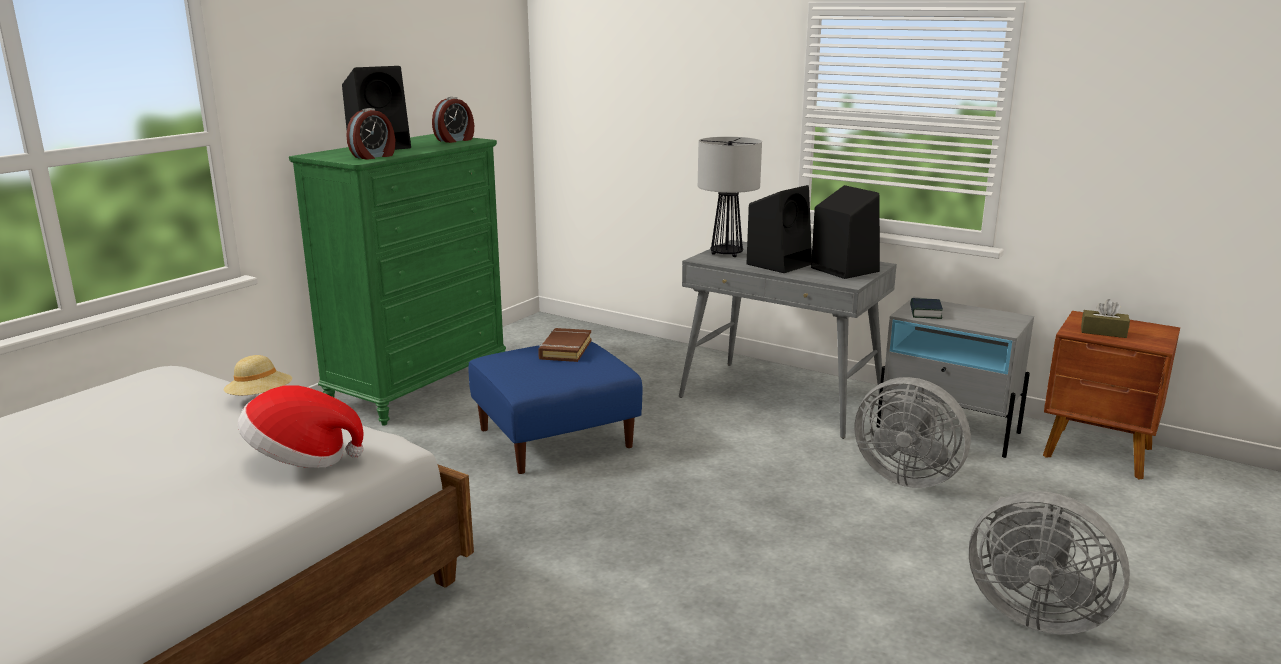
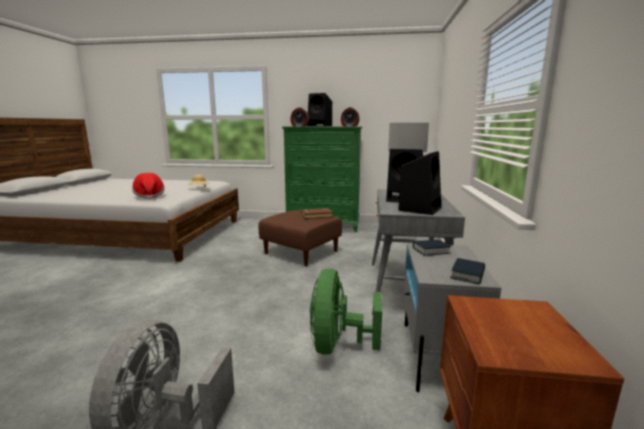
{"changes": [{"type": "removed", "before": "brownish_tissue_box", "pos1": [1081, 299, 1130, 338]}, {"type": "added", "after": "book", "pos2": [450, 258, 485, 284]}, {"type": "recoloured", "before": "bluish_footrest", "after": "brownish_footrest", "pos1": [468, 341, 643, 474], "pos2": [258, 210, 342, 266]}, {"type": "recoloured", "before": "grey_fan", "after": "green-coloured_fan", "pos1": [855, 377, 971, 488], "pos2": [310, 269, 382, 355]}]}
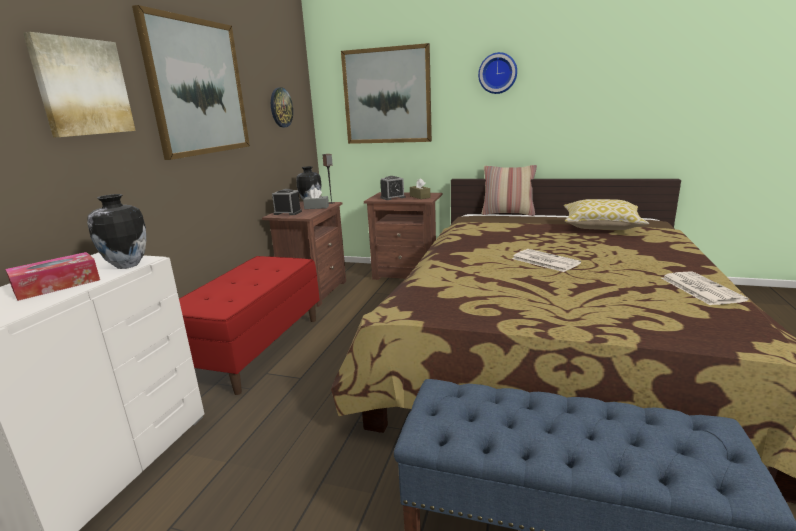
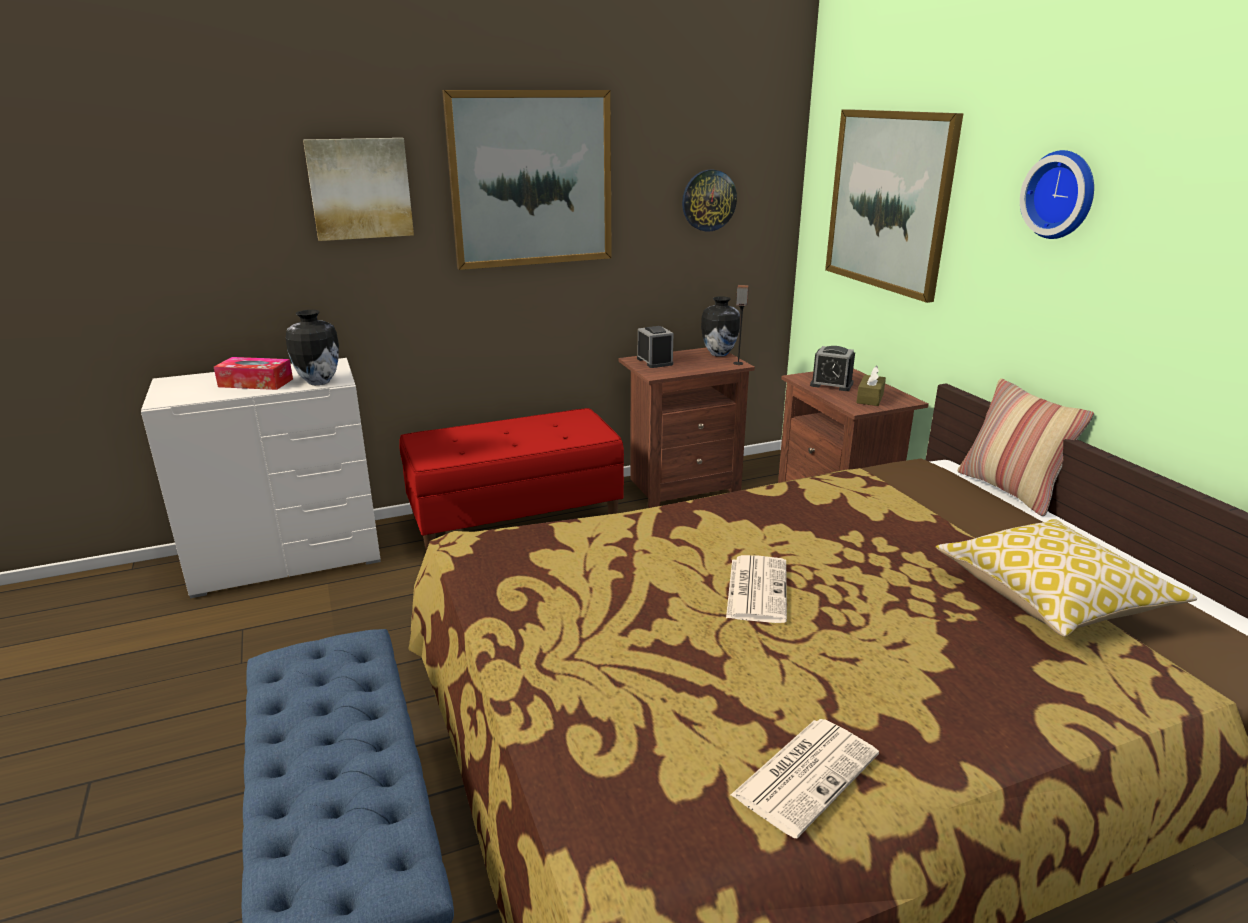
{"changes": [{"type": "removed", "before": "grey_tissue_box", "pos1": [303, 188, 329, 209]}]}
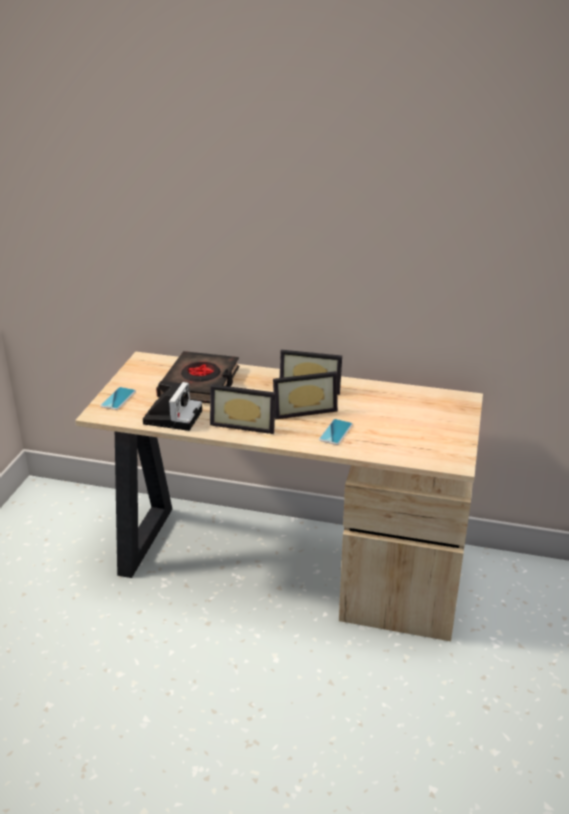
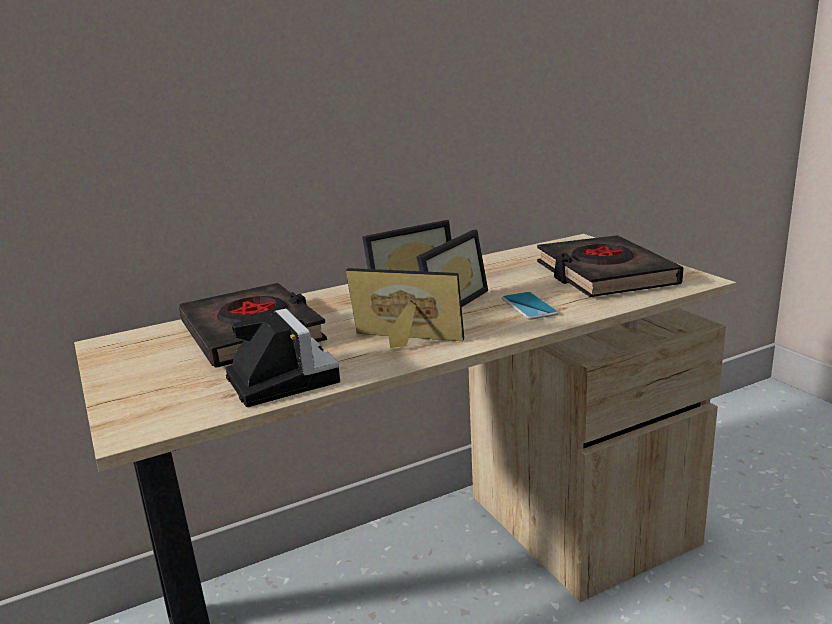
{"changes": [{"type": "removed", "before": "phone", "pos1": [100, 387, 136, 410]}, {"type": "added", "after": "black-coloured_book", "pos2": [537, 235, 684, 297]}, {"type": "turned", "before": "standing_frame", "pos1": [210, 384, 276, 434], "pos2": [346, 268, 464, 348], "turn": -135}]}
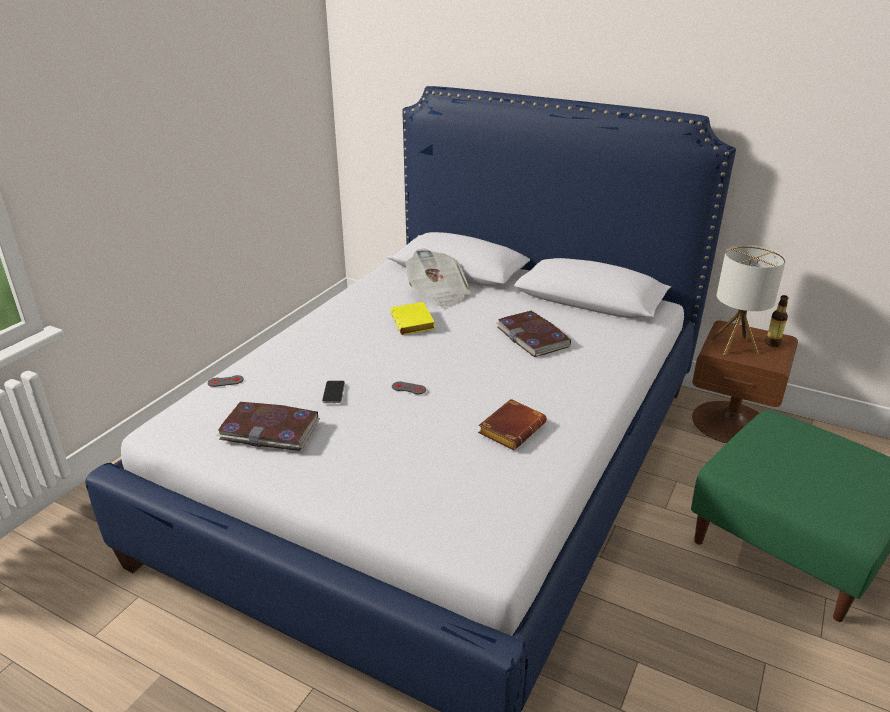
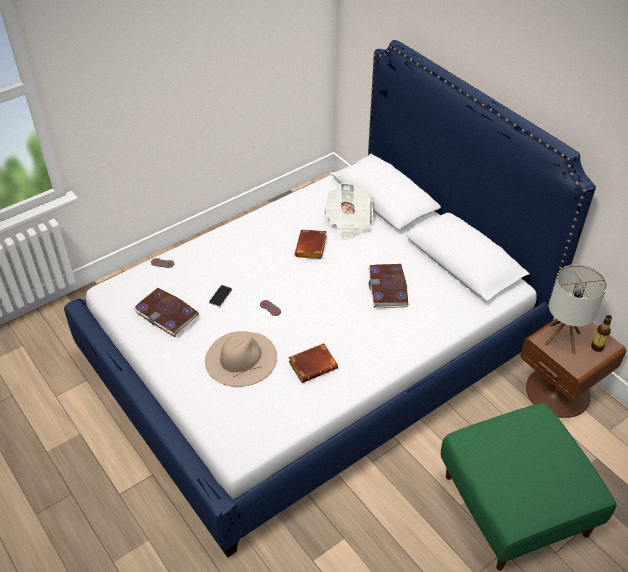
{"changes": [{"type": "added", "after": "beige_wearable_hat", "pos2": [205, 331, 277, 387]}, {"type": "recoloured", "before": "yellow-coloured_book", "after": "brownish_book", "pos1": [390, 302, 435, 335], "pos2": [295, 229, 327, 259]}]}
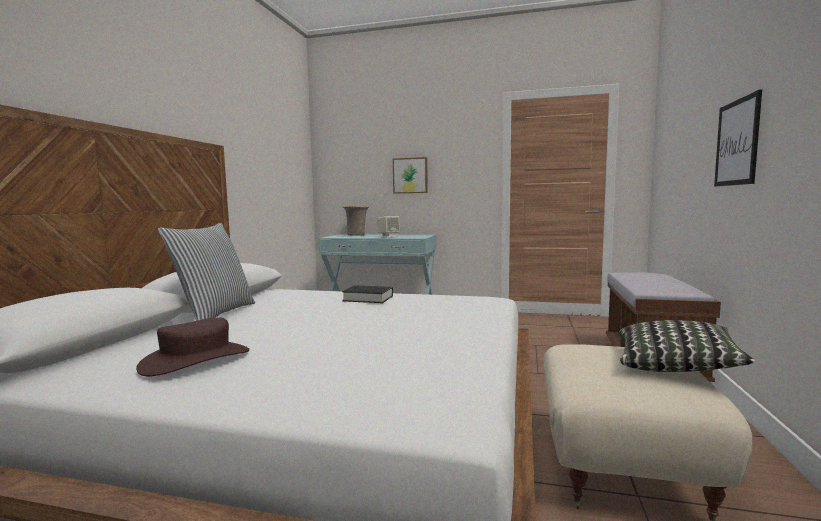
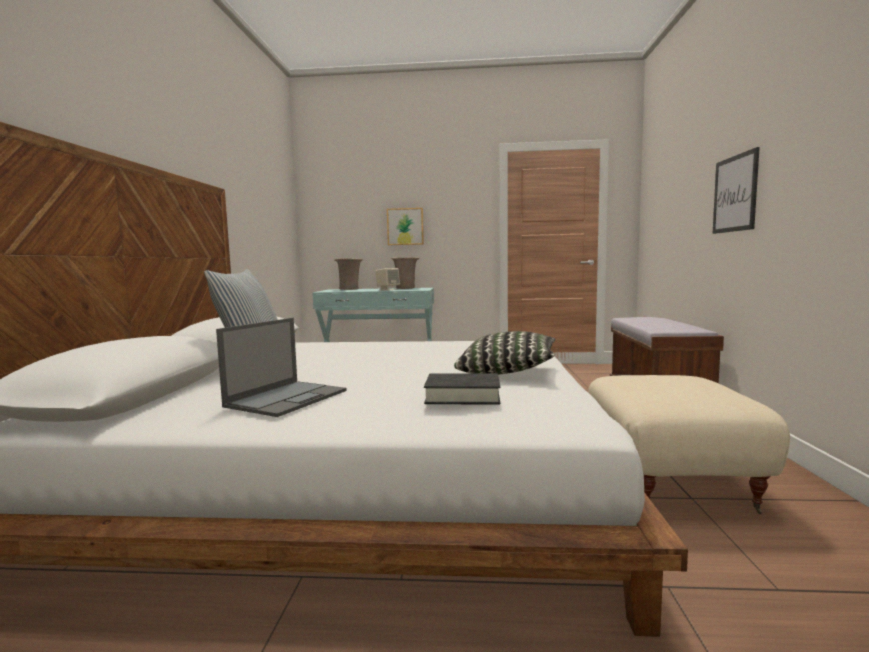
{"changes": [{"type": "added", "after": "beige_decorative_vase", "pos2": [391, 258, 419, 289]}, {"type": "moved", "before": "black-coloured_book", "pos1": [342, 286, 393, 303], "pos2": [424, 374, 500, 405]}, {"type": "moved", "before": "cushion", "pos1": [619, 320, 755, 372], "pos2": [454, 331, 555, 375]}, {"type": "replaced", "before": "brownish_wearable_hat", "after": "portable_computer", "pos1": [136, 317, 249, 376], "pos2": [216, 318, 347, 417]}]}
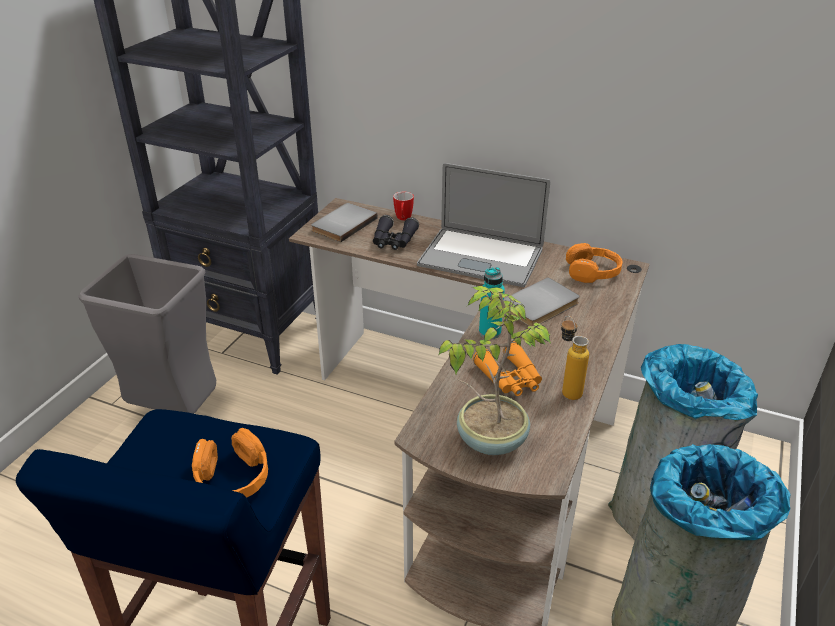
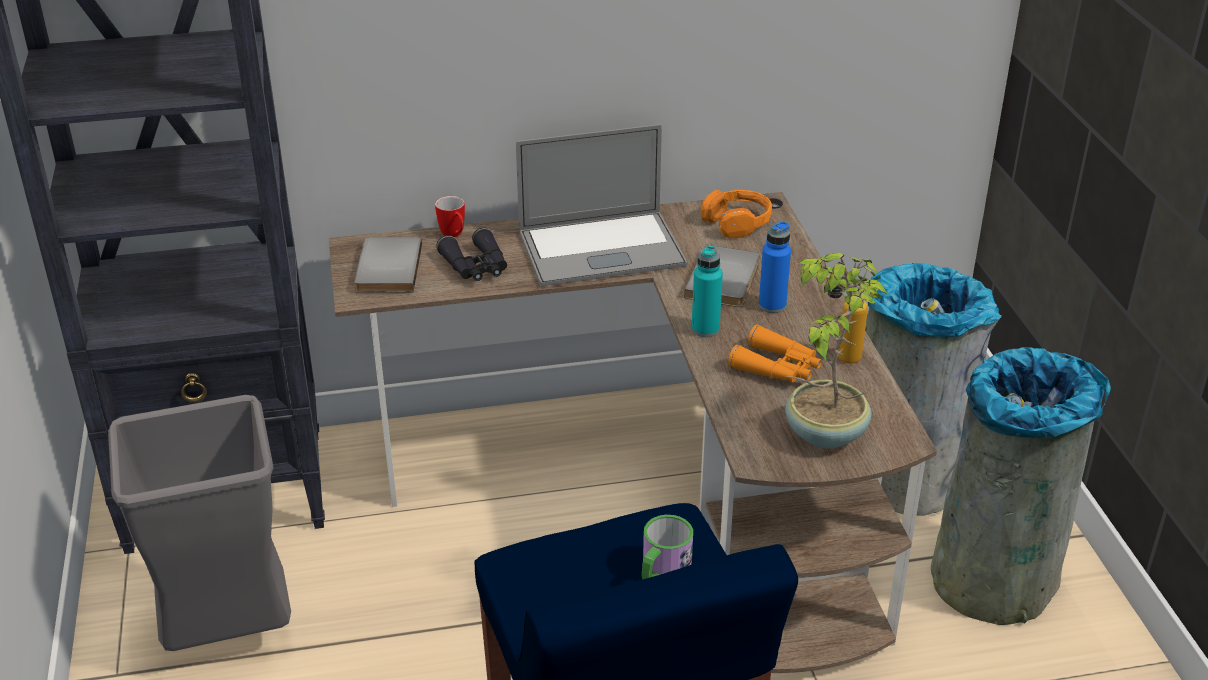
{"changes": [{"type": "added", "after": "bluish_bottle", "pos2": [759, 221, 791, 313]}, {"type": "replaced", "before": "orangey_headset", "after": "mug", "pos1": [192, 428, 268, 498], "pos2": [642, 515, 693, 579]}]}
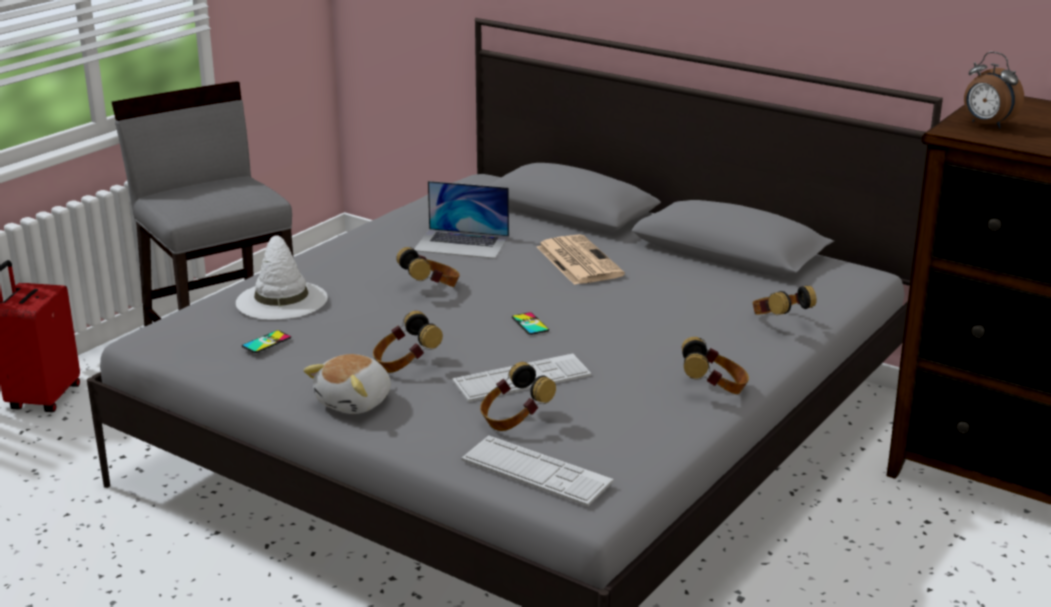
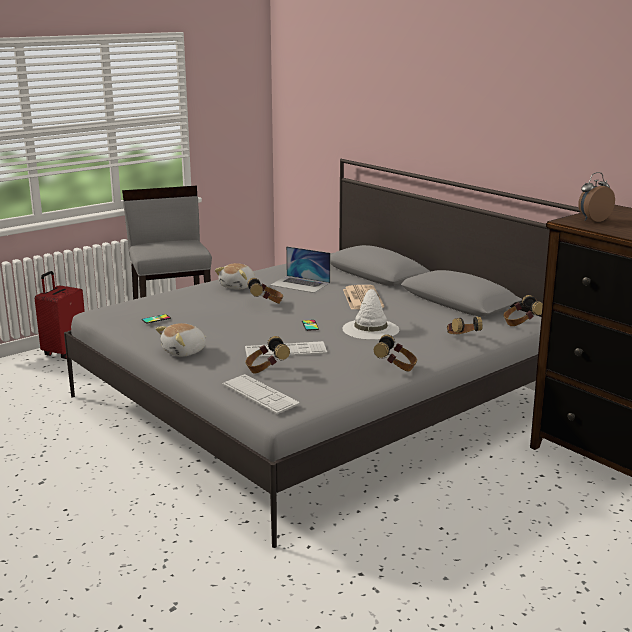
{"changes": [{"type": "added", "after": "cuddly_toy", "pos2": [215, 263, 255, 289]}, {"type": "moved", "before": "white_wearable_hat", "pos1": [236, 235, 328, 320], "pos2": [342, 289, 399, 340]}, {"type": "moved", "before": "headset", "pos1": [373, 311, 443, 373], "pos2": [504, 295, 543, 326]}, {"type": "turned", "before": "alarm_clock", "pos1": [964, 52, 1024, 129], "pos2": [578, 172, 615, 222], "turn": 90}]}
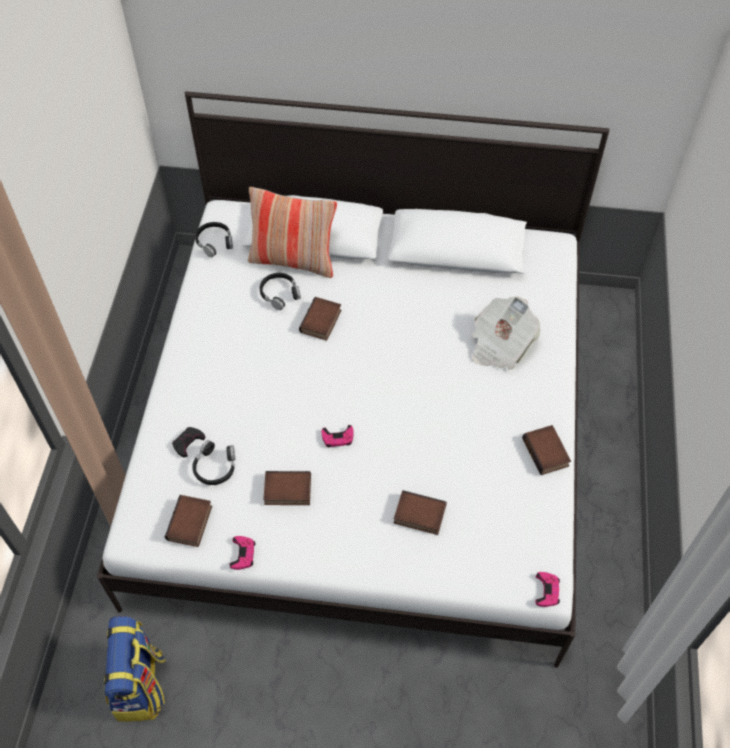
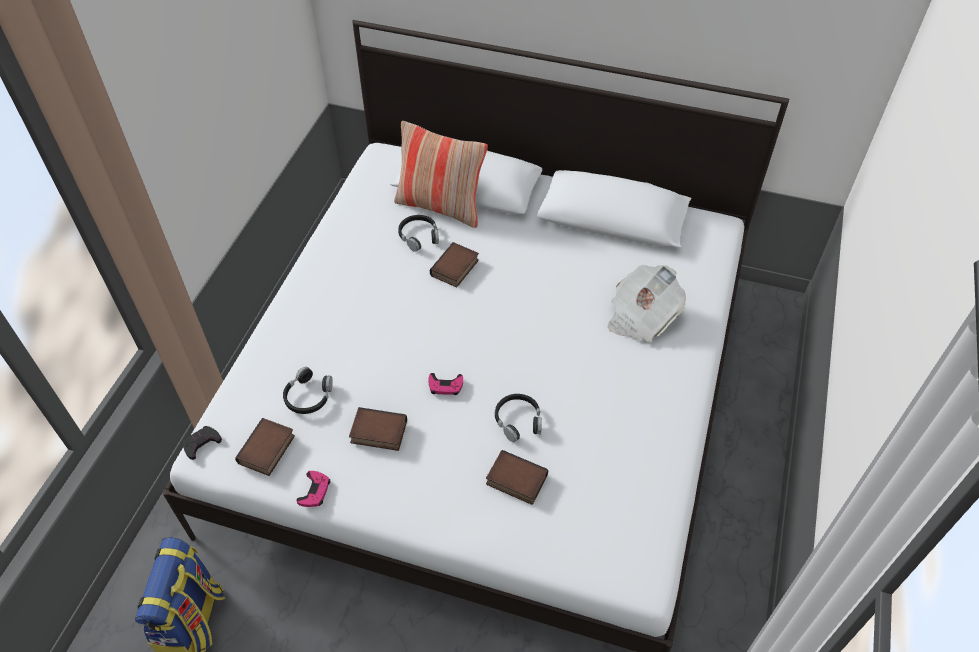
{"changes": [{"type": "removed", "before": "book", "pos1": [522, 425, 571, 475]}, {"type": "removed", "before": "pink-coloured_gamepad", "pos1": [535, 572, 560, 607]}, {"type": "moved", "before": "black-coloured_gamepad", "pos1": [172, 427, 205, 458], "pos2": [182, 426, 222, 460]}, {"type": "moved", "before": "black-coloured_headset", "pos1": [195, 222, 233, 257], "pos2": [495, 394, 542, 442]}]}
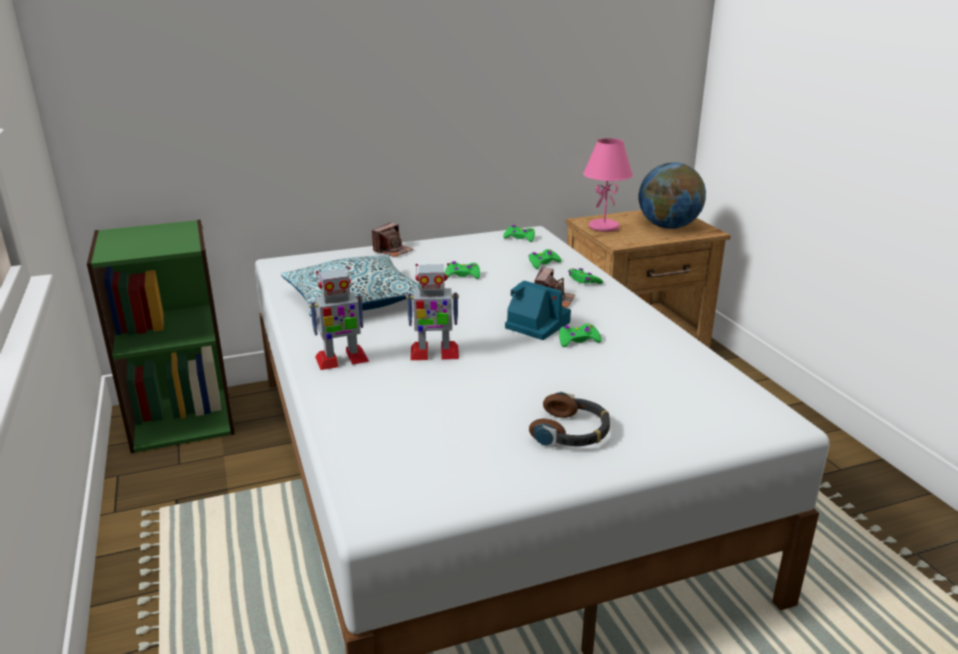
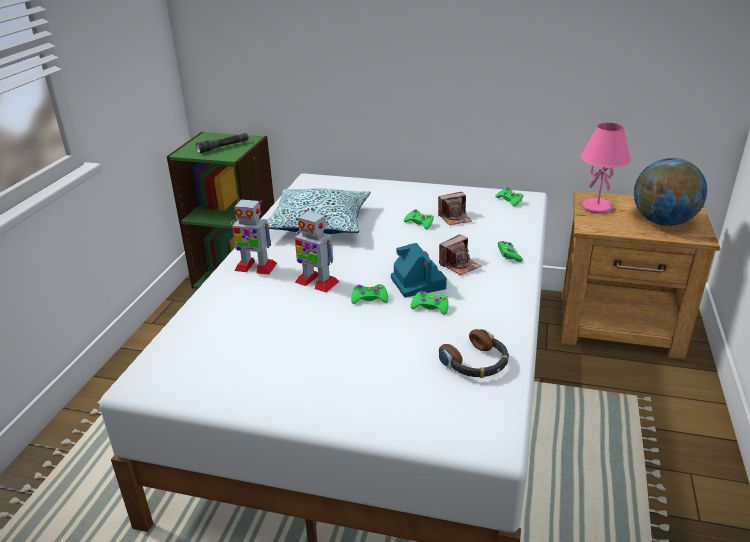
{"changes": [{"type": "added", "after": "black-coloured_flashlight", "pos2": [196, 133, 249, 153]}, {"type": "moved", "before": "photo_camera", "pos1": [372, 222, 414, 257], "pos2": [438, 192, 472, 225]}, {"type": "moved", "before": "green-coloured_gamepad", "pos1": [529, 249, 562, 269], "pos2": [351, 284, 388, 304]}, {"type": "moved", "before": "headset", "pos1": [529, 391, 610, 447], "pos2": [439, 329, 509, 378]}]}
